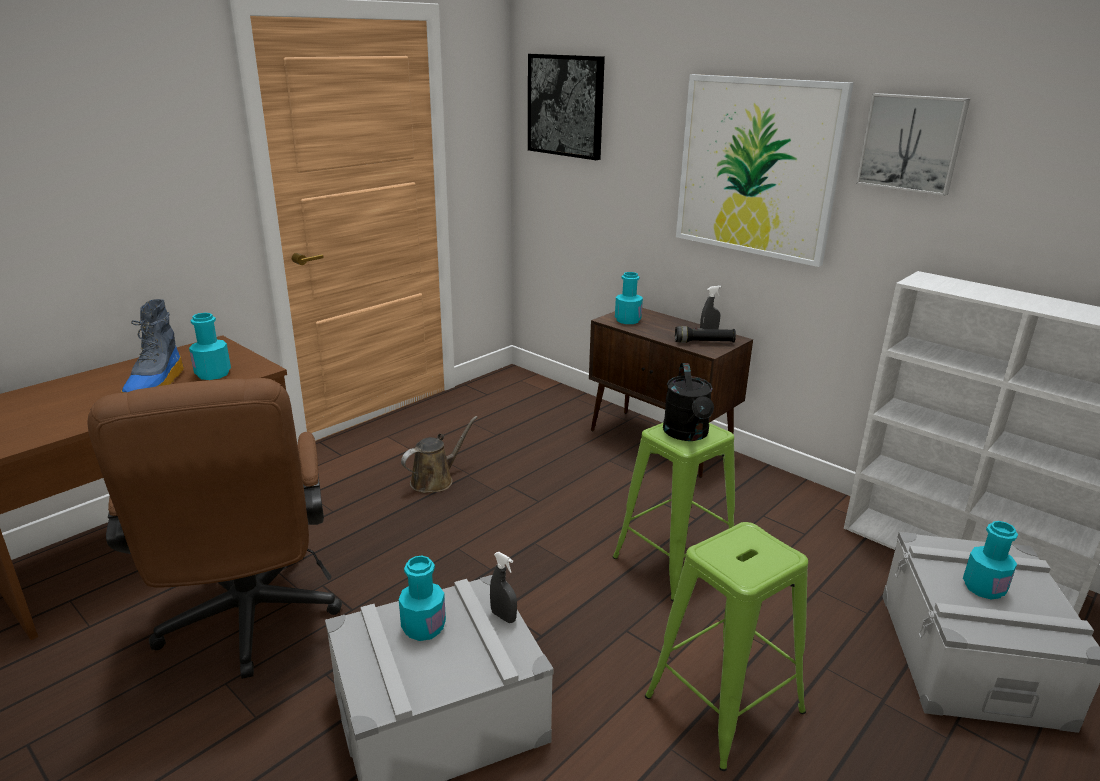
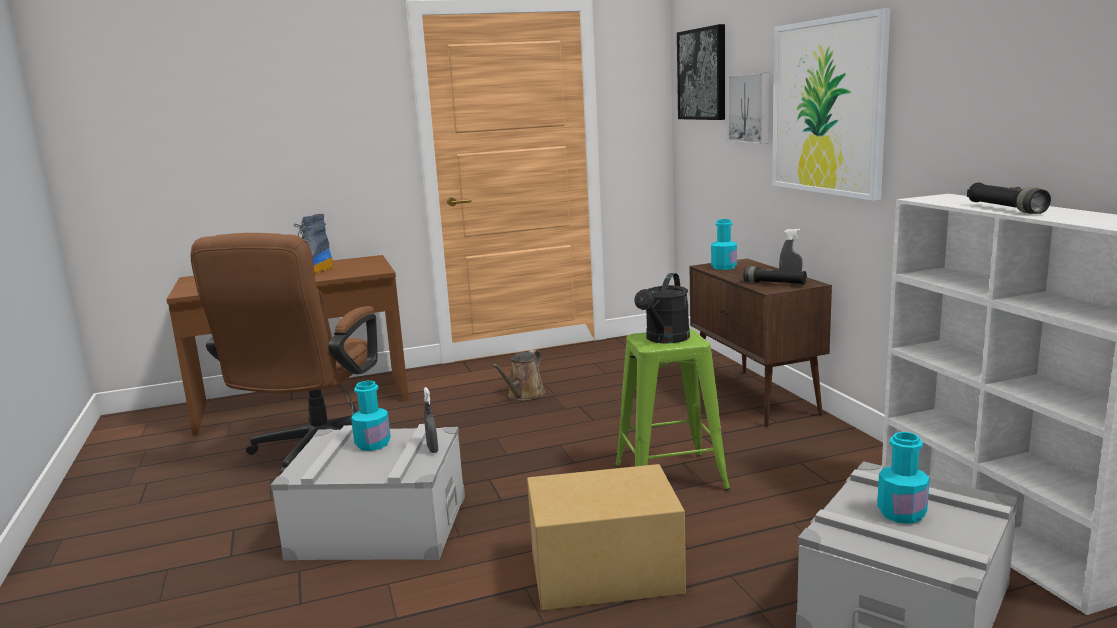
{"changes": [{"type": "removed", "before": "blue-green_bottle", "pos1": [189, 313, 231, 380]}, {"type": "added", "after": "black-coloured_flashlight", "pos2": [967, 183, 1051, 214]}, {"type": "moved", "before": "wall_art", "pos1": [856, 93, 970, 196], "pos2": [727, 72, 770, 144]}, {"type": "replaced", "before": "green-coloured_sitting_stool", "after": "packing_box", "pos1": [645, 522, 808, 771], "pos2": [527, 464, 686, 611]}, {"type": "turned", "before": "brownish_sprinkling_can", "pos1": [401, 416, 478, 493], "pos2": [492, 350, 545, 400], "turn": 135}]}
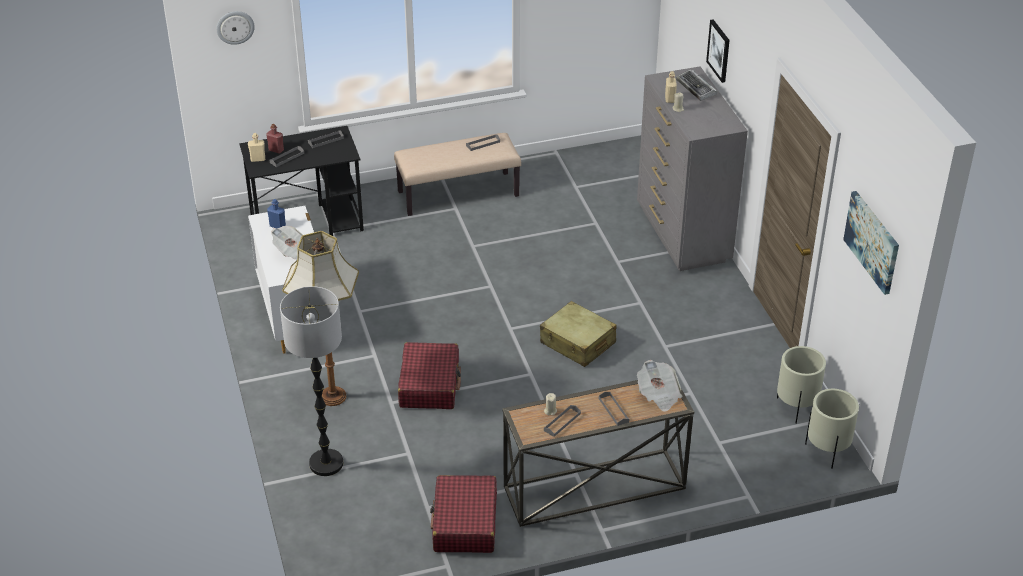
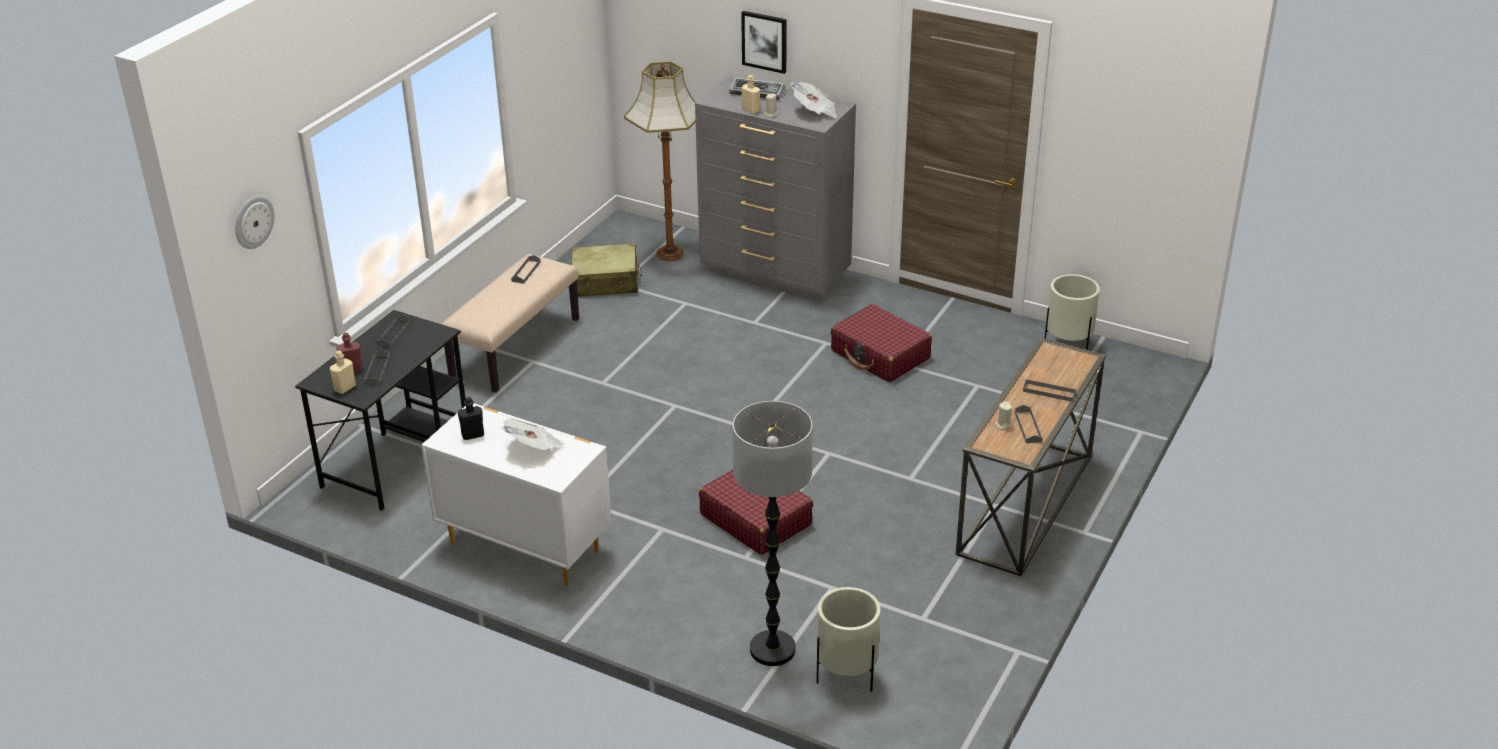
{"changes": [{"type": "removed", "before": "wall_art", "pos1": [843, 191, 899, 295]}, {"type": "moved", "before": "floor_lamp", "pos1": [282, 231, 359, 406], "pos2": [624, 61, 696, 261]}, {"type": "moved", "before": "red_suitcase", "pos1": [430, 475, 497, 553], "pos2": [831, 304, 932, 382]}, {"type": "moved", "before": "beige_suitcase", "pos1": [540, 301, 616, 367], "pos2": [572, 243, 642, 297]}, {"type": "moved", "before": "newspaper", "pos1": [637, 360, 683, 412], "pos2": [791, 82, 836, 118]}, {"type": "moved", "before": "beige_planter", "pos1": [805, 389, 859, 469], "pos2": [816, 587, 881, 692]}, {"type": "recoloured", "before": "bluish_bottle", "after": "black-coloured_bottle", "pos1": [267, 199, 286, 228], "pos2": [458, 397, 484, 440]}]}
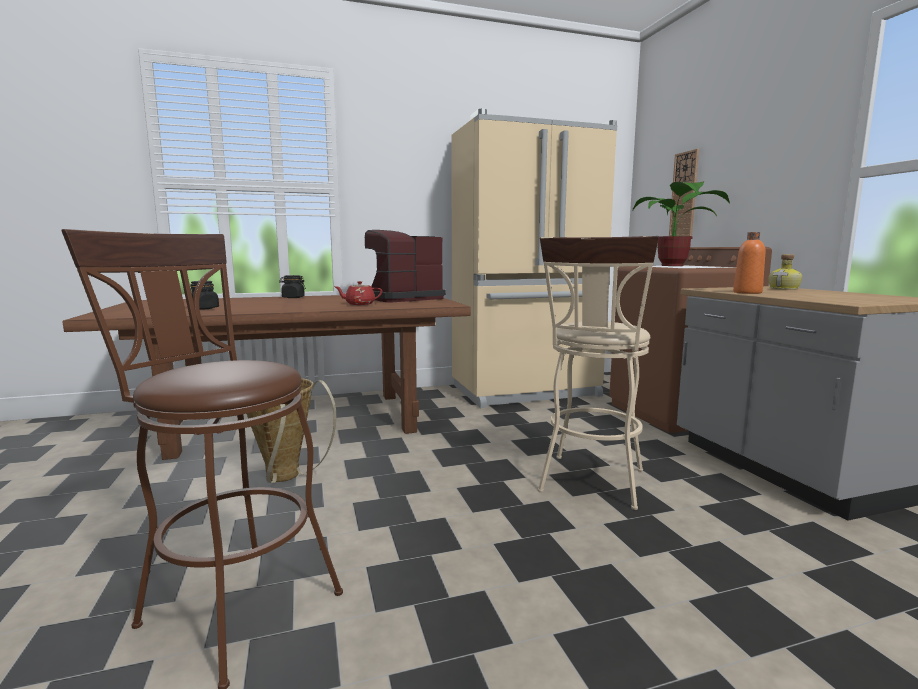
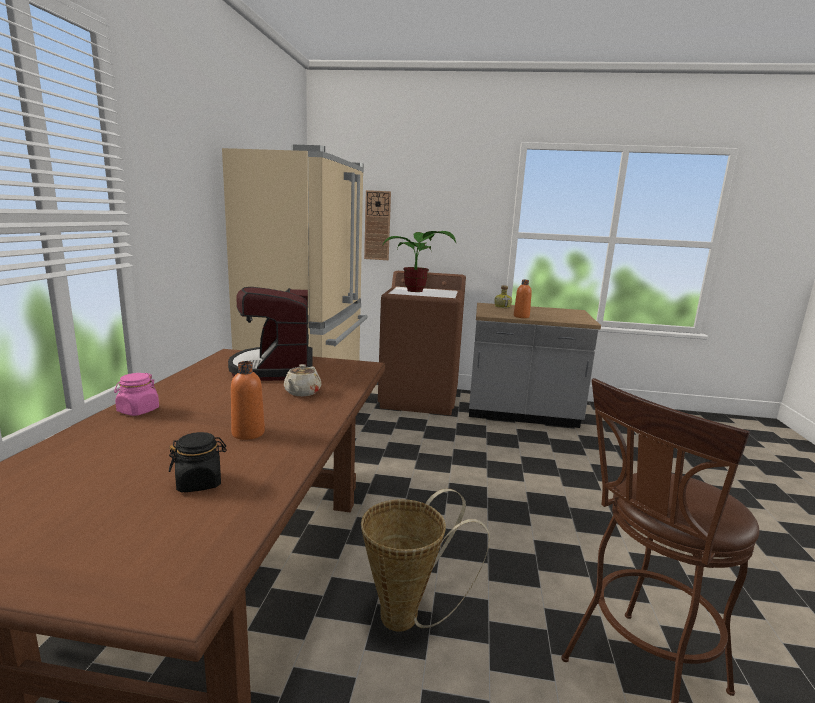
{"changes": [{"type": "removed", "before": "beige_sitting_stool", "pos1": [538, 236, 659, 510]}, {"type": "added", "after": "orangey_bottle", "pos2": [231, 361, 265, 440]}, {"type": "recoloured", "before": "black-coloured_jar", "after": "pink-coloured_jar", "pos1": [279, 275, 306, 298], "pos2": [114, 373, 159, 416]}, {"type": "recoloured", "before": "red_tea_pot", "after": "beige_tea_pot", "pos1": [335, 281, 382, 305], "pos2": [284, 364, 321, 396]}]}
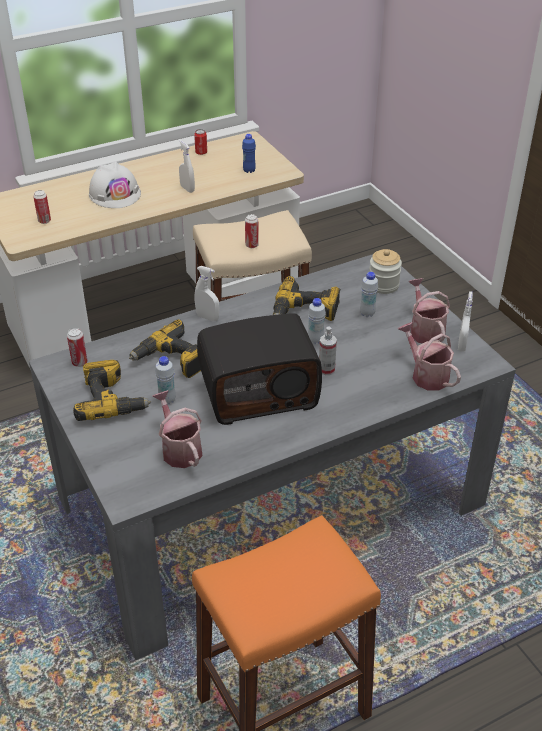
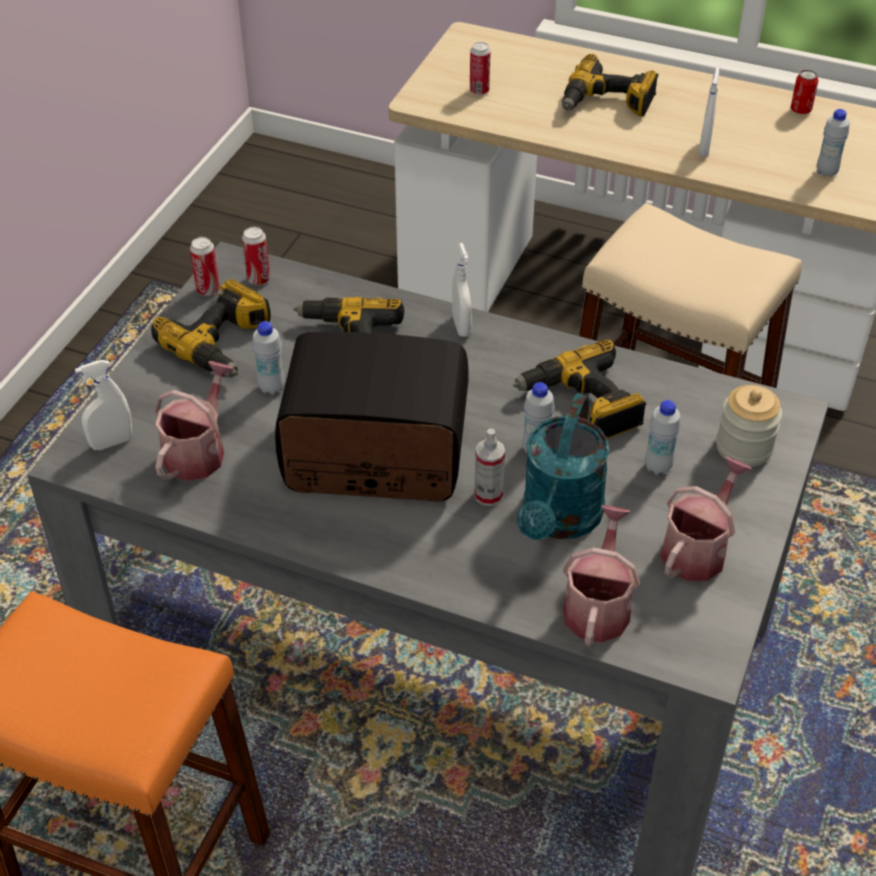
{"changes": [{"type": "added", "after": "blue-green_sprinkling_can", "pos2": [517, 394, 610, 540]}, {"type": "moved", "before": "sealed_can", "pos1": [245, 214, 259, 248], "pos2": [190, 237, 220, 296]}, {"type": "moved", "before": "white_sprayer", "pos1": [458, 291, 473, 352], "pos2": [75, 360, 132, 450]}, {"type": "replaced", "before": "white_hard_hat", "after": "electric_drill", "pos1": [89, 162, 141, 208], "pos2": [562, 54, 658, 117]}, {"type": "recoloured", "before": "bluish_bottle", "after": "white_bottle", "pos1": [242, 134, 256, 173], "pos2": [817, 109, 850, 177]}, {"type": "turned", "before": "radio_set", "pos1": [197, 313, 322, 425], "pos2": [275, 332, 468, 502], "turn": 150}]}
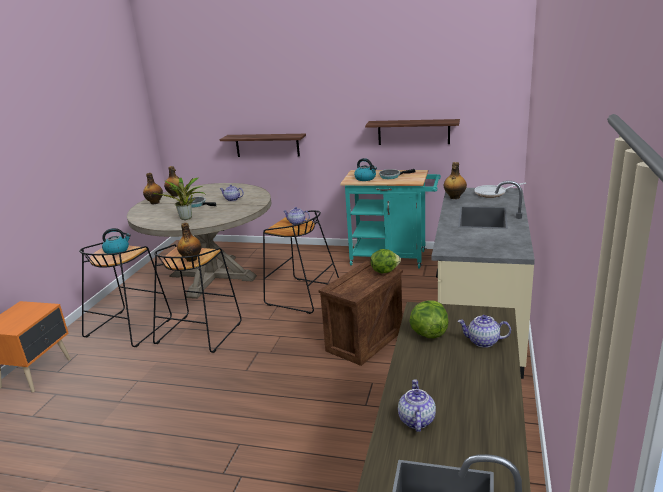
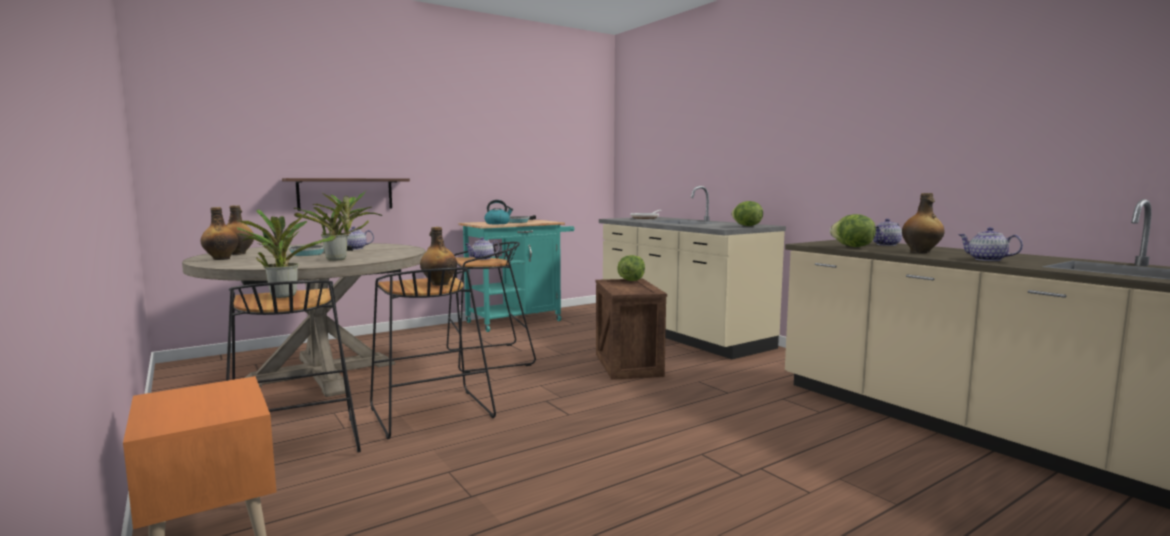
{"changes": [{"type": "removed", "before": "wall_shelf", "pos1": [365, 119, 460, 145]}, {"type": "added", "after": "lettuce", "pos2": [731, 201, 763, 226]}, {"type": "moved", "before": "bottle", "pos1": [444, 162, 467, 199], "pos2": [902, 193, 945, 253]}, {"type": "replaced", "before": "water_kettle", "after": "plant_in_a_pot", "pos1": [102, 228, 131, 255], "pos2": [237, 209, 336, 298]}]}
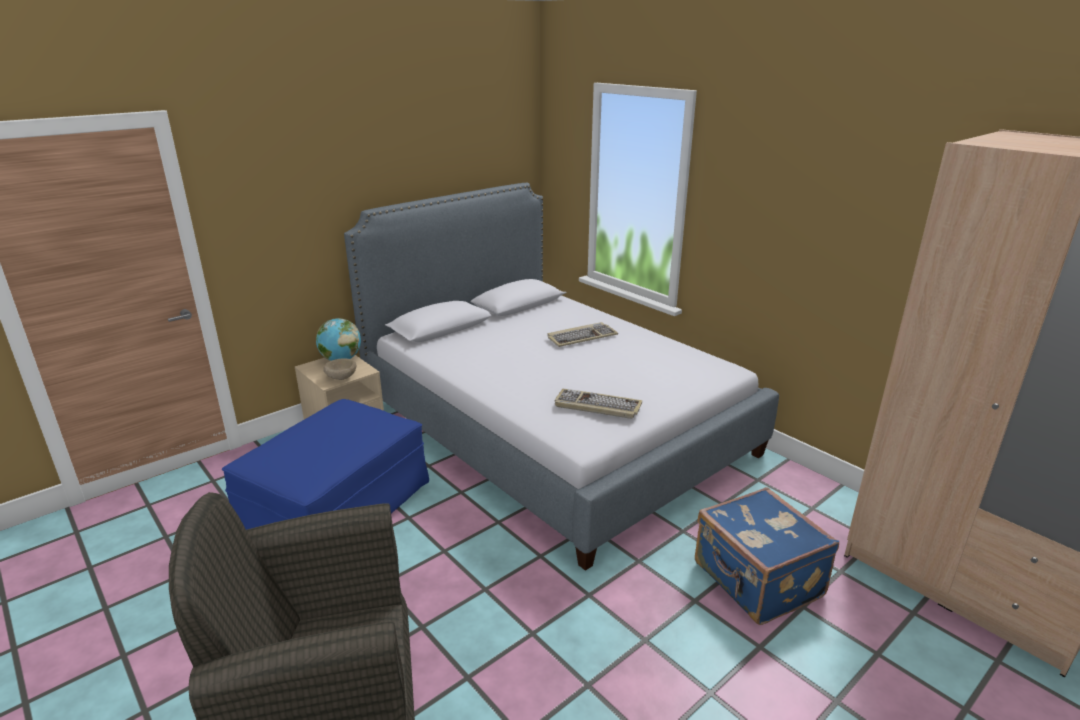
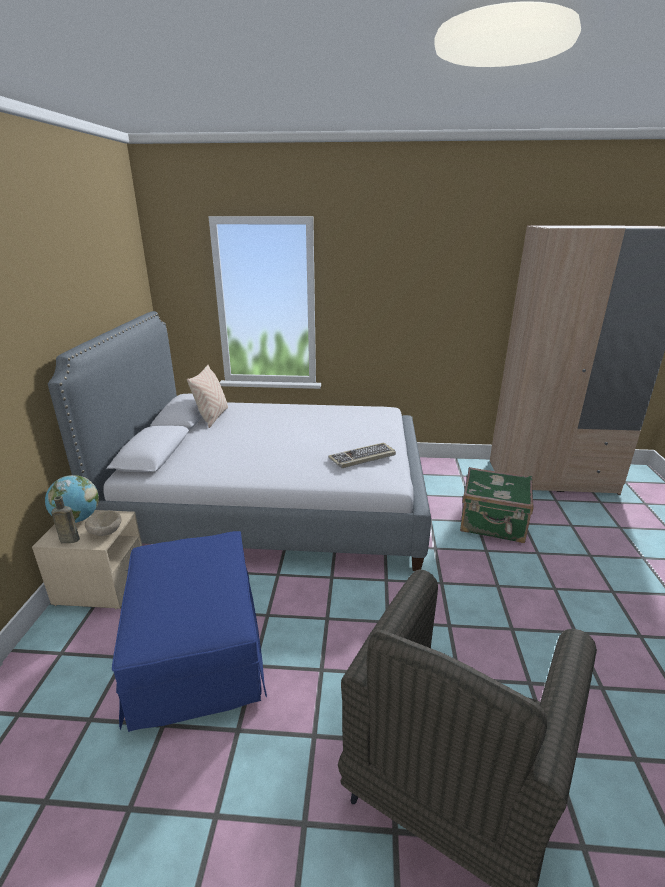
{"changes": [{"type": "removed", "before": "computer_keyboard", "pos1": [547, 322, 618, 347]}, {"type": "added", "after": "brownish_bottle", "pos2": [51, 496, 80, 543]}, {"type": "added", "after": "beige_cushion", "pos2": [187, 365, 228, 428]}, {"type": "recoloured", "before": "bluish_suitcase", "after": "green-coloured_suitcase", "pos1": [695, 487, 839, 625], "pos2": [460, 467, 533, 543]}]}
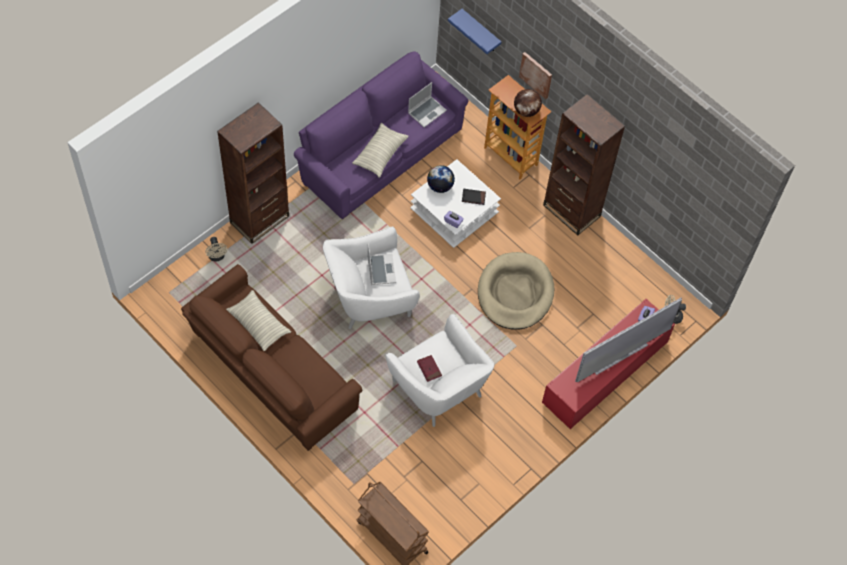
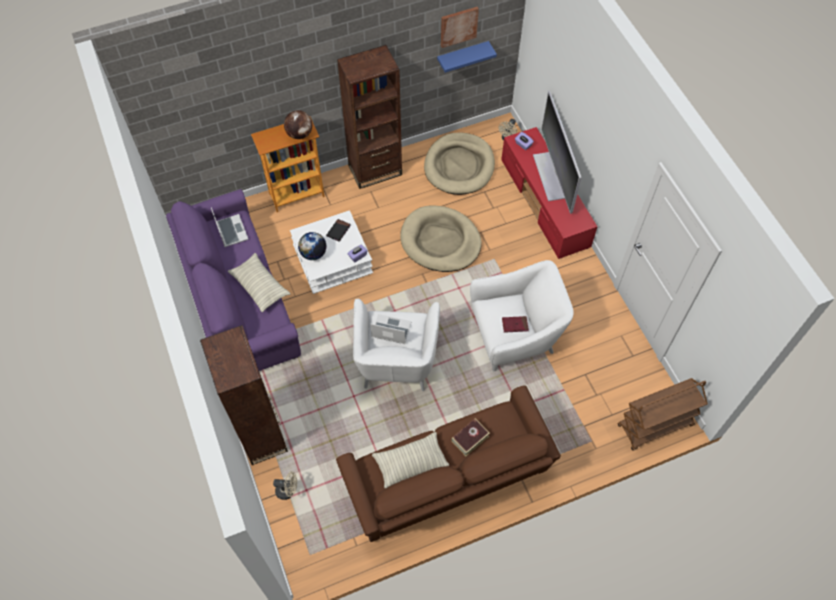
{"changes": [{"type": "added", "after": "beige_dog_cushion", "pos2": [424, 132, 495, 195]}, {"type": "added", "after": "book", "pos2": [451, 418, 490, 456]}, {"type": "moved", "before": "bluish_wall_shelf", "pos1": [448, 9, 501, 54], "pos2": [437, 41, 497, 73]}, {"type": "moved", "before": "wall_art", "pos1": [519, 52, 552, 99], "pos2": [441, 7, 479, 48]}]}
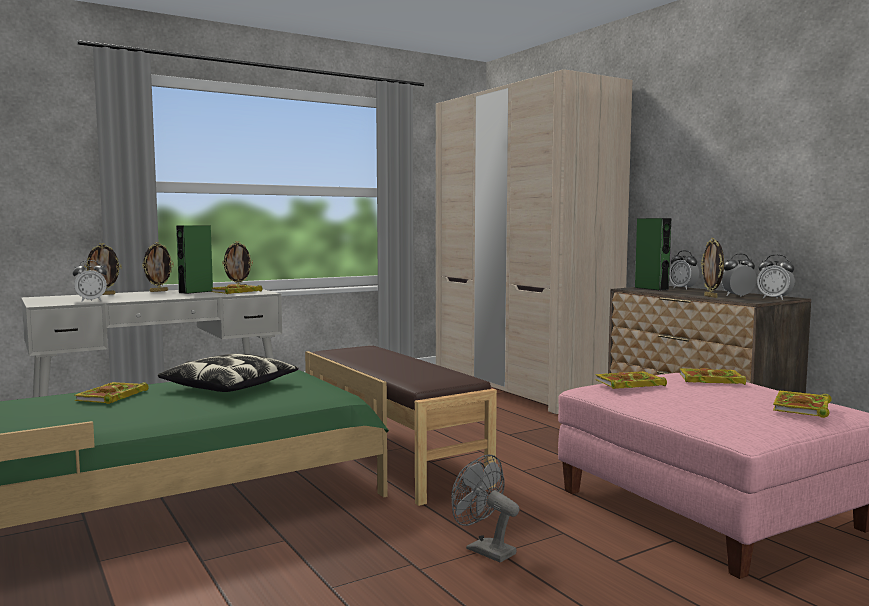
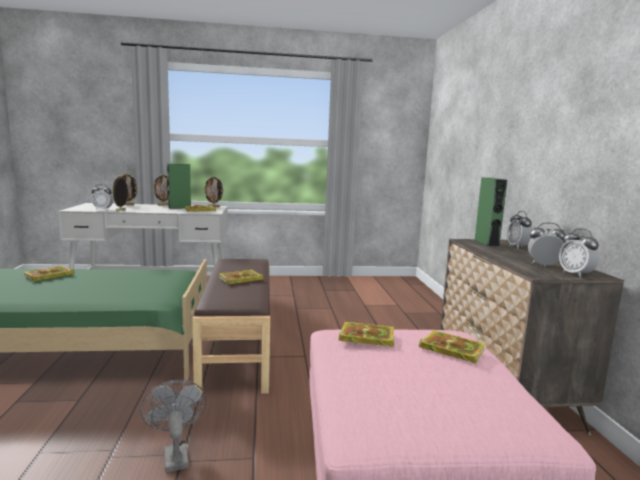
{"changes": [{"type": "removed", "before": "cushion", "pos1": [158, 354, 298, 392]}, {"type": "removed", "before": "beige_wardrobe", "pos1": [436, 69, 632, 414]}, {"type": "moved", "before": "standing_frame", "pos1": [701, 238, 724, 298], "pos2": [111, 175, 128, 212]}, {"type": "moved", "before": "book", "pos1": [773, 391, 832, 418], "pos2": [219, 270, 264, 285]}]}
